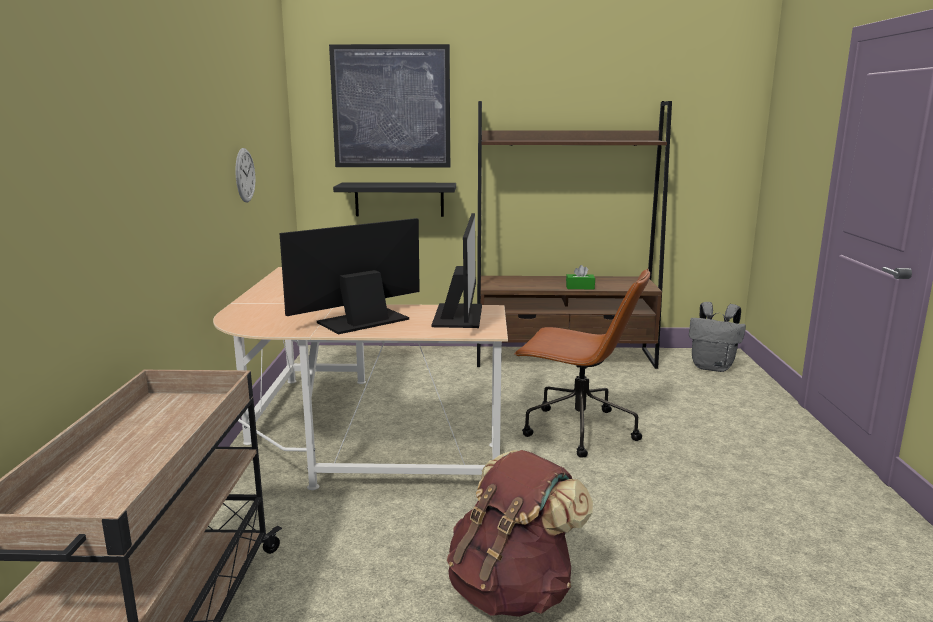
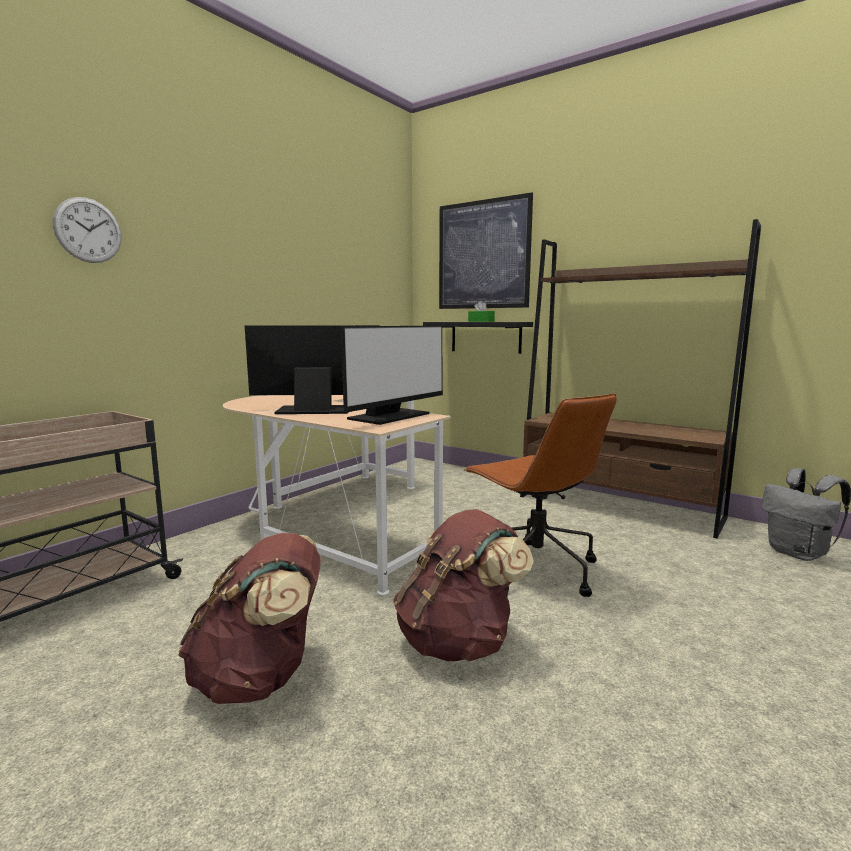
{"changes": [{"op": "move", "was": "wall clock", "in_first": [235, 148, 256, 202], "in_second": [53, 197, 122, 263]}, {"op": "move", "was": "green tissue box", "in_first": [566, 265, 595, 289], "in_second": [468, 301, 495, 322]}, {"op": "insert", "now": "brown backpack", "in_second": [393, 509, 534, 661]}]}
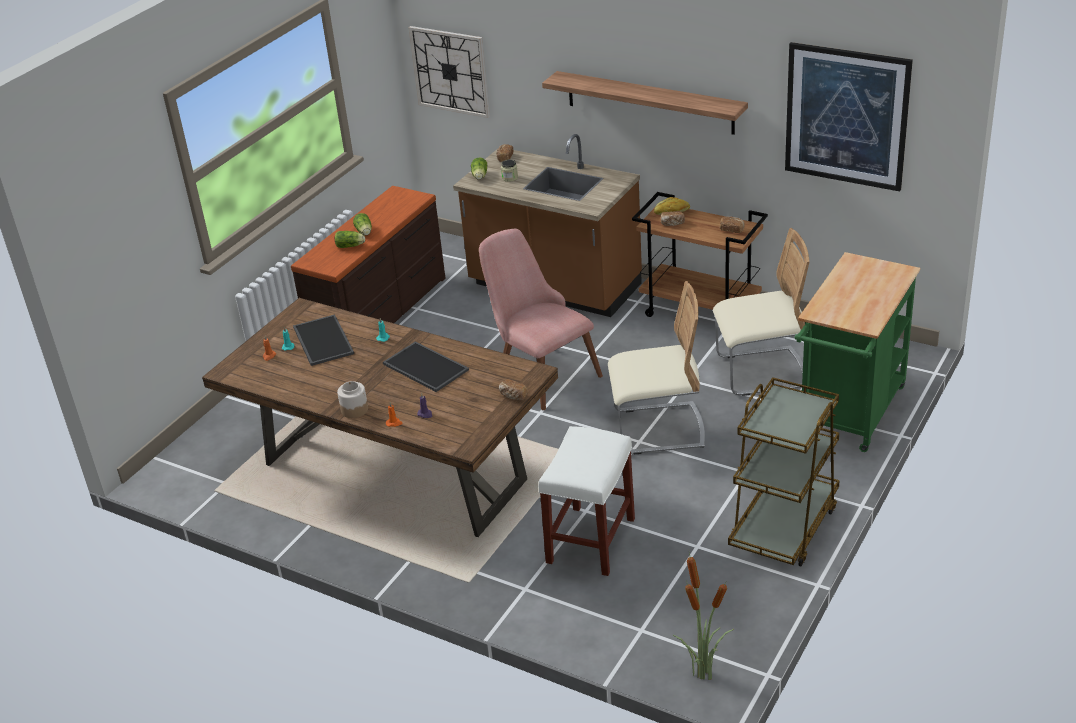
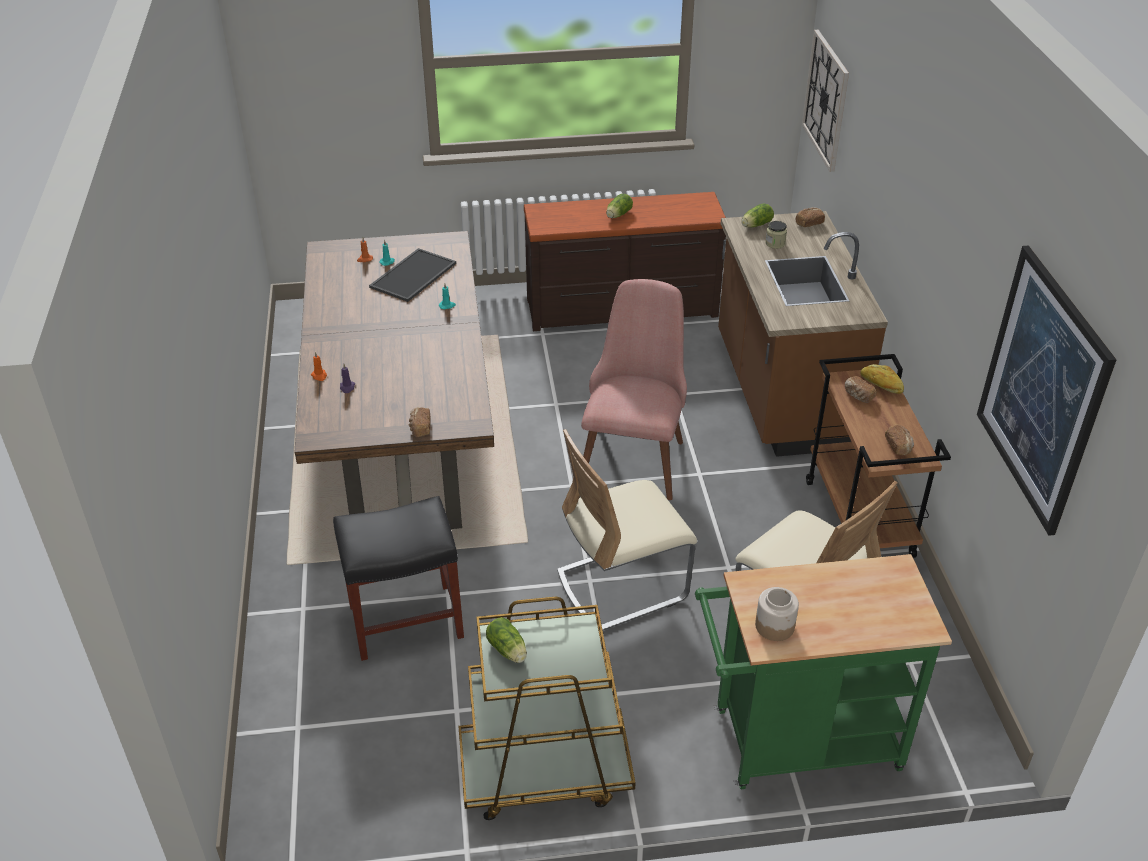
{"changes": [{"op": "delete", "was": "shelf", "in_first": [542, 71, 748, 135]}, {"op": "move", "was": "lettuce", "in_first": [335, 231, 365, 248], "in_second": [486, 617, 527, 663]}, {"op": "rotate", "was": "beige chair", "in_first": [608, 281, 705, 455], "in_second": [557, 429, 697, 630], "clockwise": 105}, {"op": "delete", "was": "tray", "in_first": [383, 341, 469, 392]}, {"op": "move", "was": "jar", "in_first": [337, 381, 368, 418], "in_second": [755, 587, 799, 641]}, {"op": "recolor", "was": "white stool", "now": "black stool", "in_first": [538, 426, 635, 576], "in_second": [333, 496, 464, 661]}, {"op": "delete", "was": "potted plant", "in_first": [673, 549, 734, 680]}]}
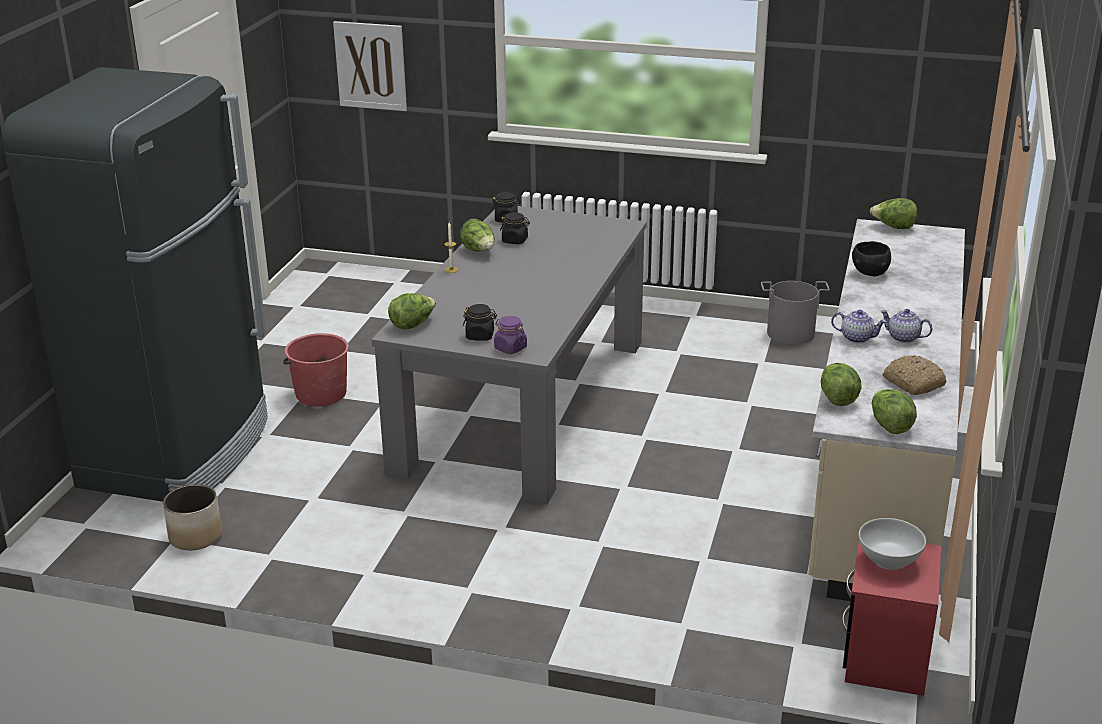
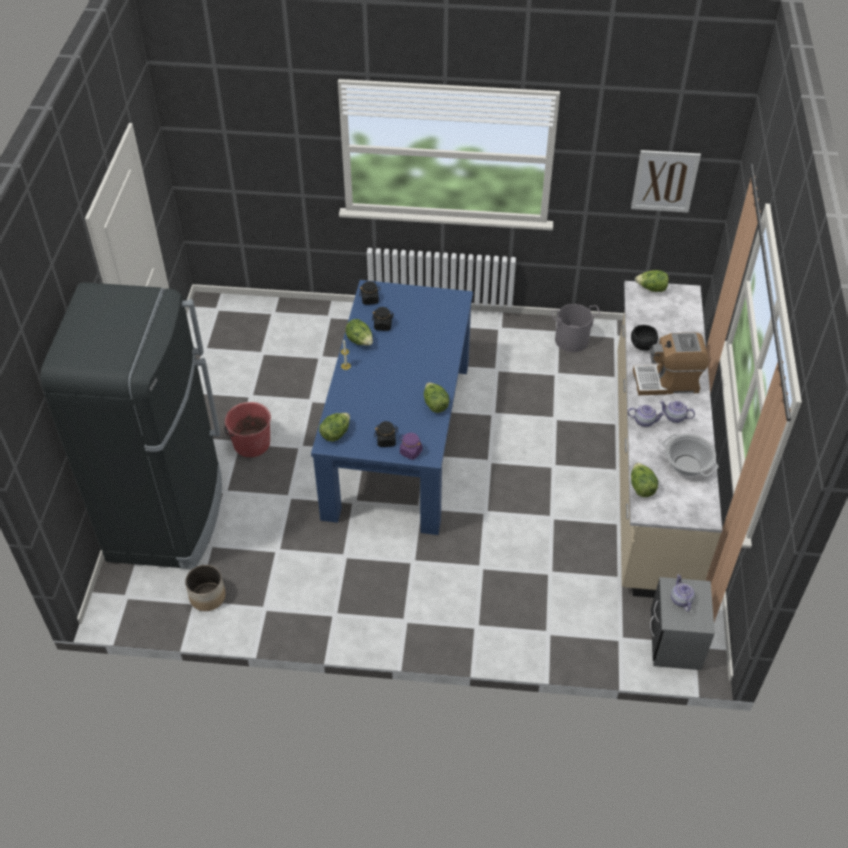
{"changes": [{"op": "move", "was": "picture", "in_first": [333, 21, 407, 111], "in_second": [631, 150, 701, 213]}, {"op": "recolor", "was": "grey dining table", "now": "blue dining table", "in_first": [371, 206, 647, 504], "in_second": [311, 280, 473, 535]}, {"op": "replace", "was": "bread", "now": "cooking pot", "in_first": [882, 355, 947, 395], "in_second": [662, 434, 719, 477]}, {"op": "move", "was": "lettuce", "in_first": [872, 389, 917, 434], "in_second": [424, 382, 449, 413]}, {"op": "replace", "was": "white bowl", "now": "teapot", "in_first": [859, 518, 926, 570], "in_second": [671, 574, 695, 612]}, {"op": "recolor", "was": "red nightstand", "now": "grey nightstand", "in_first": [842, 541, 941, 696], "in_second": [650, 577, 715, 670]}, {"op": "insert", "now": "coffee machine", "in_second": [633, 332, 709, 395]}]}
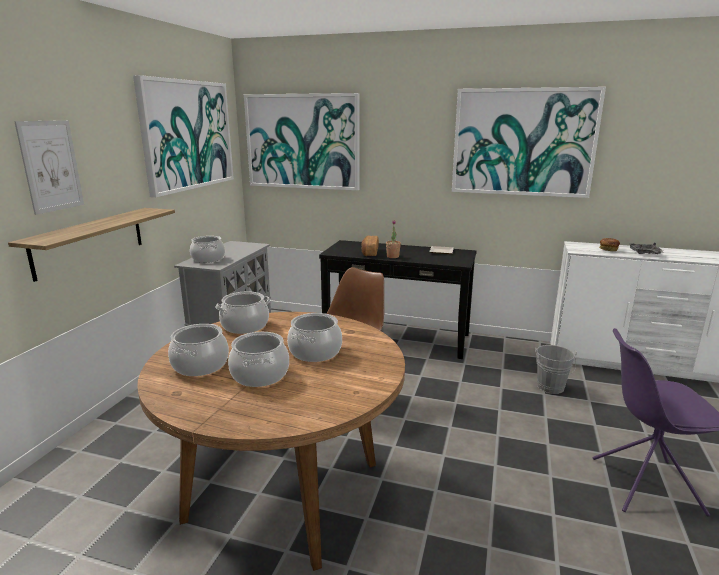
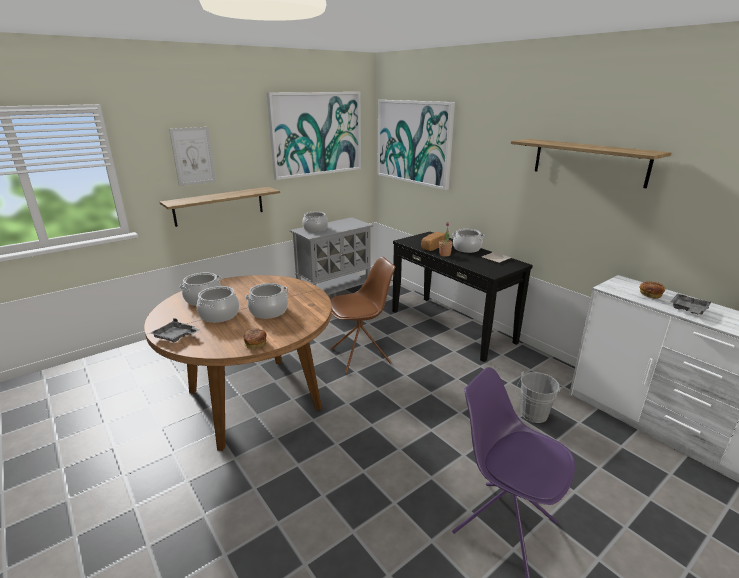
{"changes": [{"op": "replace", "was": "picture", "now": "shelf", "in_first": [452, 87, 606, 198], "in_second": [511, 139, 671, 188]}, {"op": "move", "was": "cooking pot", "in_first": [215, 291, 270, 334], "in_second": [452, 229, 485, 253]}, {"op": "insert", "now": "grey tray", "in_second": [151, 318, 199, 342]}, {"op": "insert", "now": "bread", "in_second": [243, 329, 266, 349]}]}
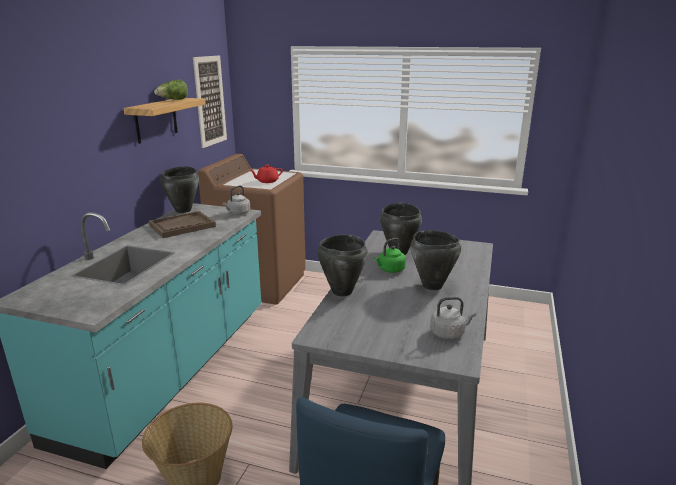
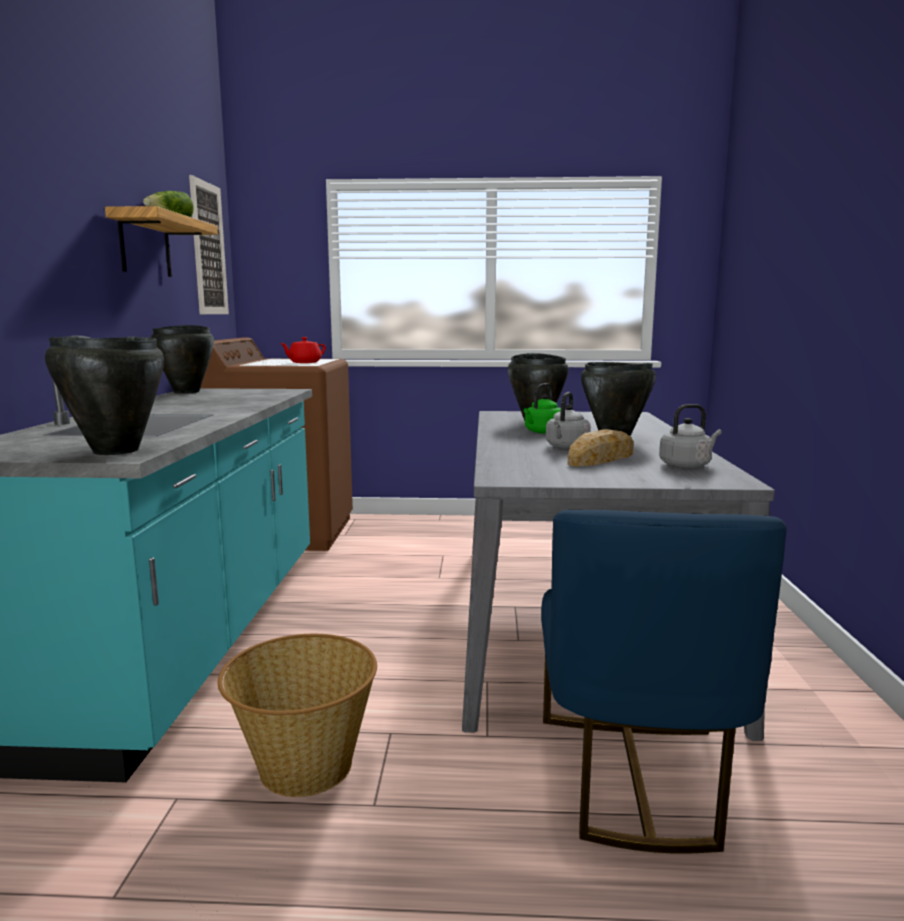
{"changes": [{"op": "move", "was": "grey kettle", "in_first": [222, 186, 250, 215], "in_second": [546, 392, 591, 449]}, {"op": "delete", "was": "brown tray", "in_first": [149, 211, 216, 238]}, {"op": "move", "was": "black cooking pot", "in_first": [317, 235, 368, 296], "in_second": [45, 336, 164, 455]}, {"op": "insert", "now": "bread", "in_second": [568, 429, 634, 467]}]}
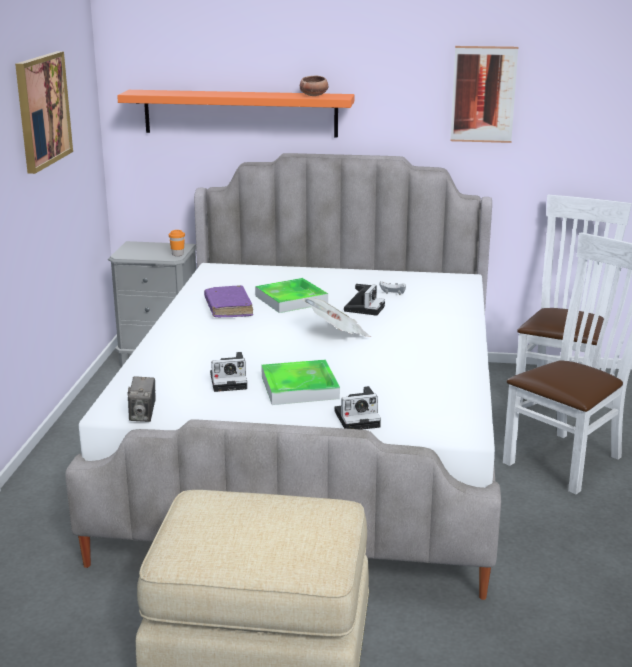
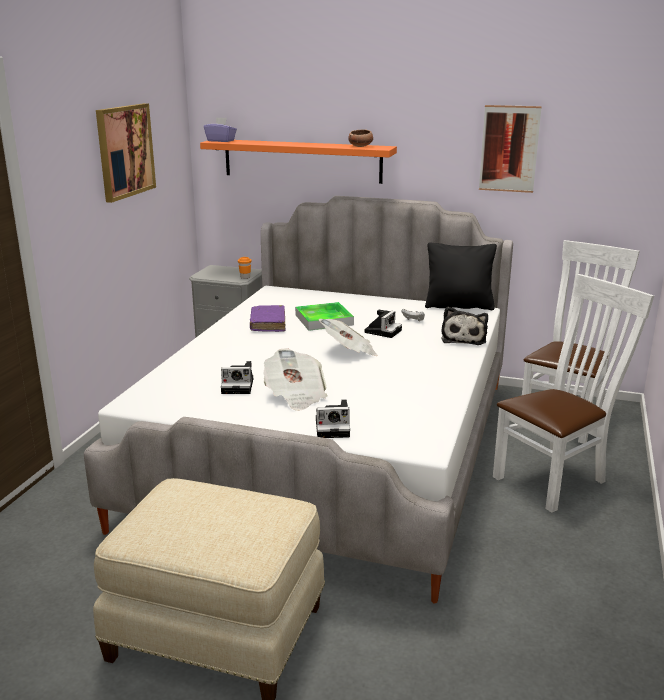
{"changes": [{"op": "replace", "was": "tray", "now": "newspaper", "in_first": [261, 359, 340, 405], "in_second": [264, 348, 327, 411]}, {"op": "delete", "was": "photo camera", "in_first": [127, 376, 155, 422]}, {"op": "insert", "now": "purple tissue box", "in_second": [204, 117, 237, 142]}, {"op": "insert", "now": "black pillow", "in_second": [425, 242, 497, 310]}, {"op": "insert", "now": "plush toy", "in_second": [441, 307, 488, 345]}]}
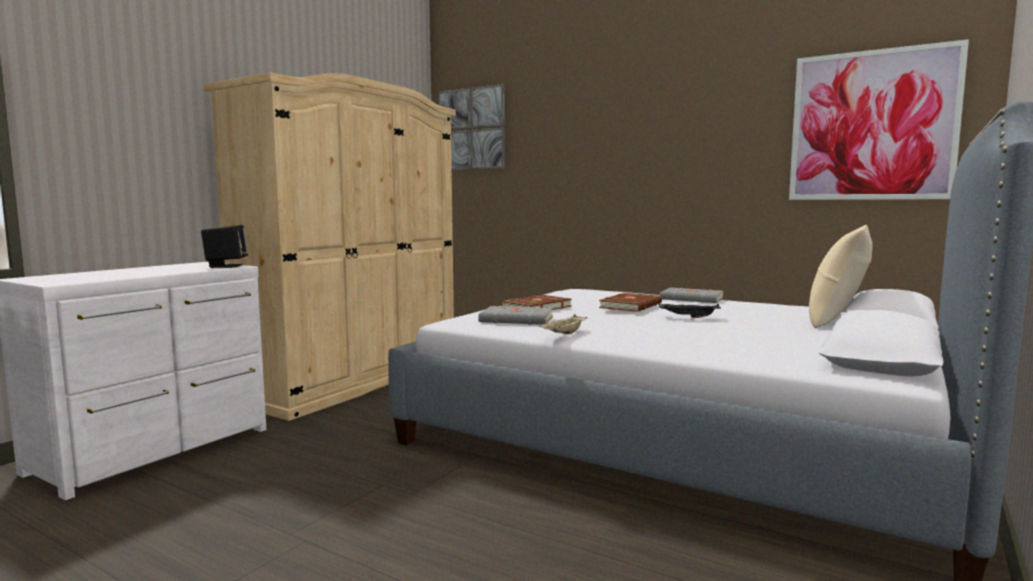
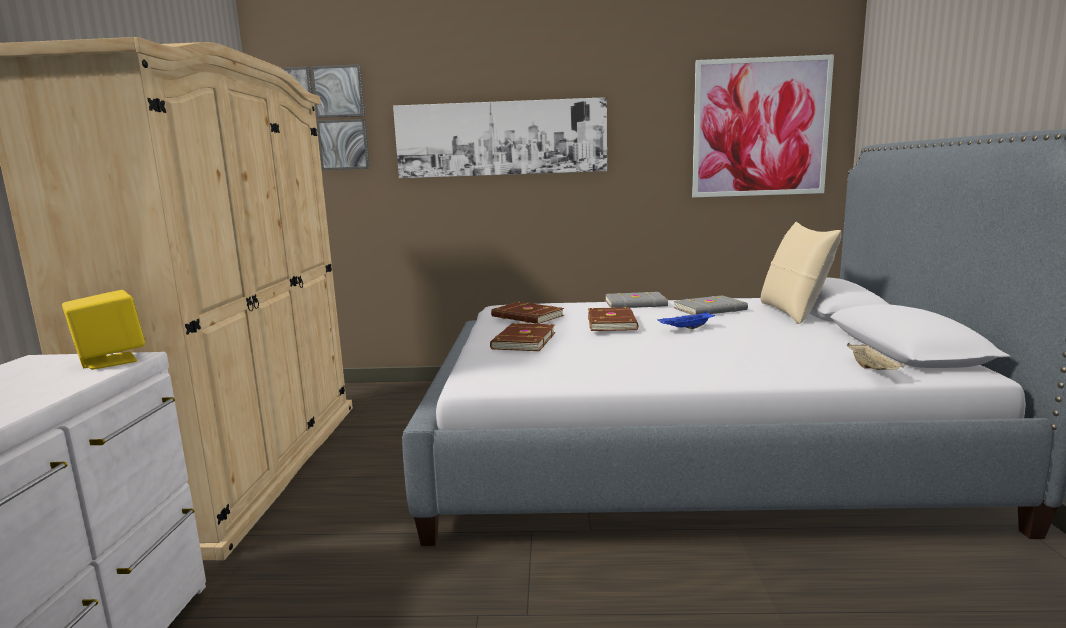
{"changes": [{"op": "recolor", "was": "black speaker", "now": "yellow speaker", "in_first": [201, 225, 248, 268], "in_second": [62, 290, 145, 370]}, {"op": "recolor", "was": "black tray", "now": "blue tray", "in_first": [658, 304, 721, 318], "in_second": [658, 311, 715, 329]}, {"op": "move", "was": "grey book", "in_first": [478, 306, 553, 325], "in_second": [673, 295, 748, 315]}, {"op": "move", "was": "beige tray", "in_first": [538, 314, 588, 334], "in_second": [847, 343, 904, 370]}, {"op": "insert", "now": "picture", "in_second": [393, 97, 607, 178]}, {"op": "insert", "now": "brown book", "in_second": [491, 302, 564, 324]}]}
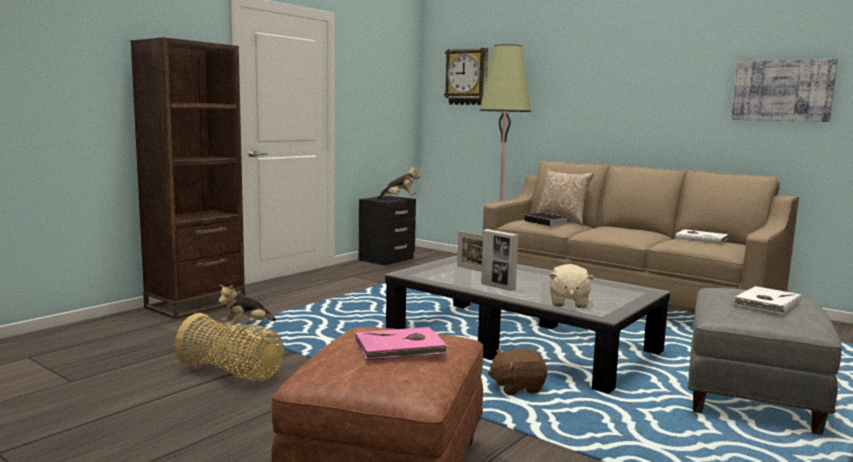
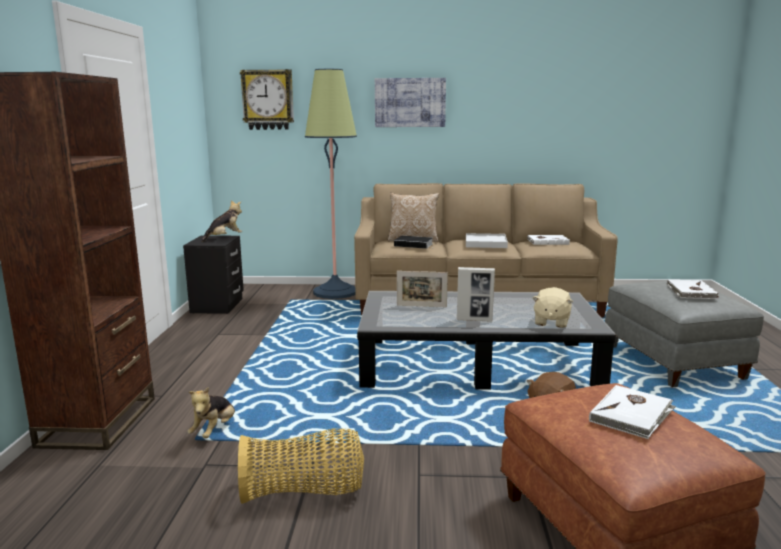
{"changes": [{"op": "move", "was": "picture", "in_first": [731, 59, 838, 122], "in_second": [375, 78, 446, 127]}, {"op": "rotate", "was": "beige plush toy", "in_first": [549, 264, 594, 308], "in_second": [532, 287, 573, 328], "clockwise": 45}, {"op": "recolor", "was": "pink book", "now": "white book", "in_first": [356, 327, 449, 362], "in_second": [589, 385, 676, 439]}, {"op": "insert", "now": "white tray", "in_second": [466, 233, 508, 248]}]}
